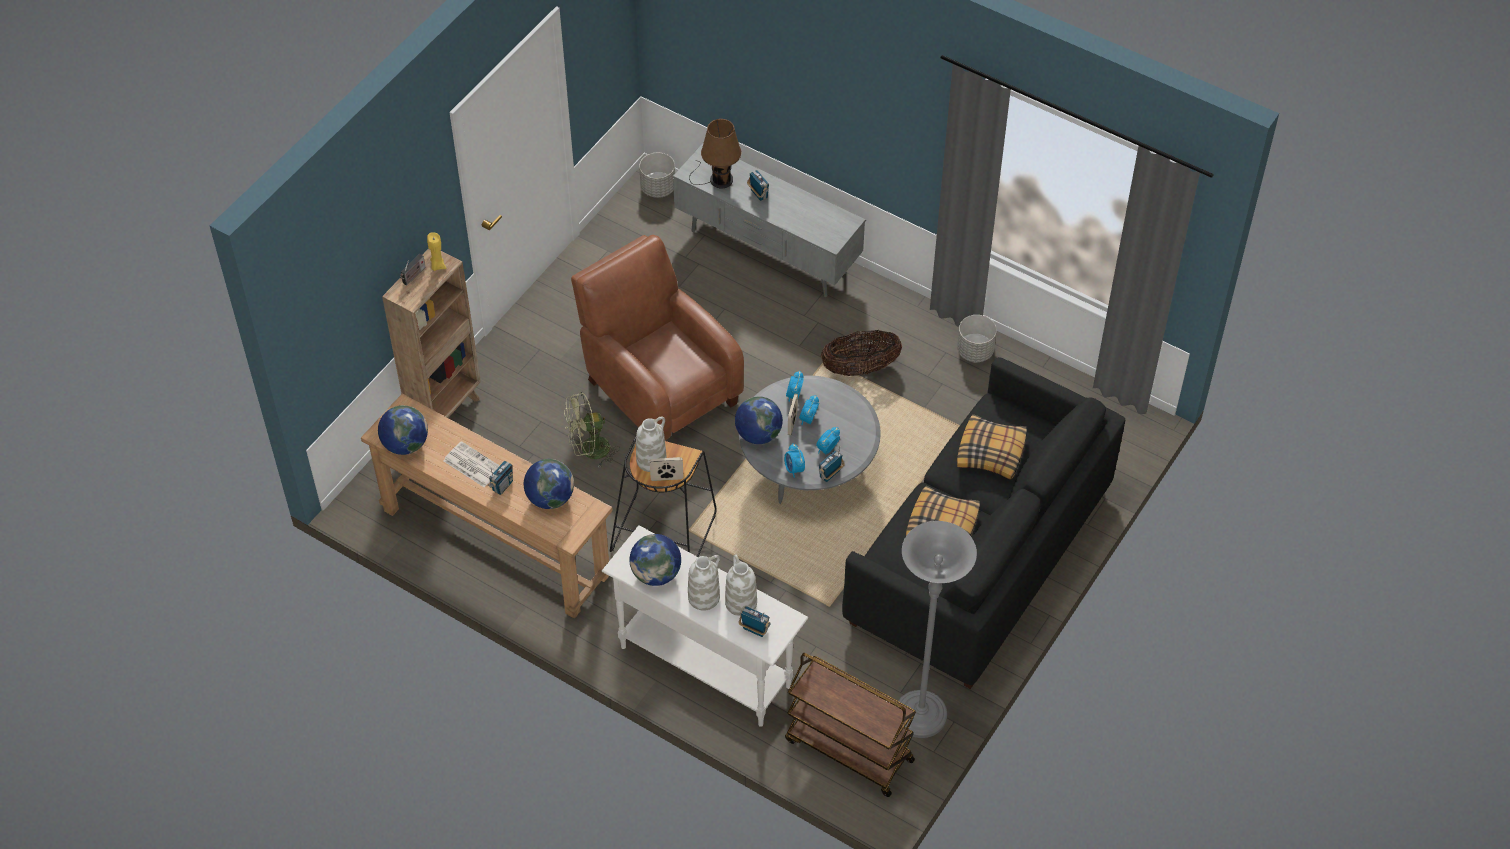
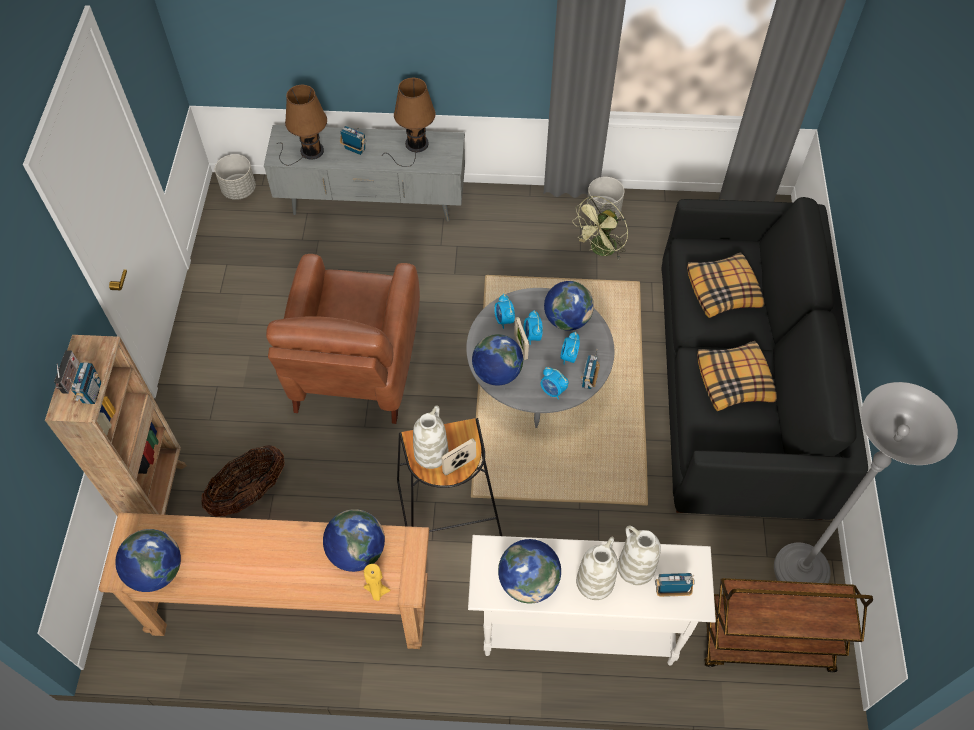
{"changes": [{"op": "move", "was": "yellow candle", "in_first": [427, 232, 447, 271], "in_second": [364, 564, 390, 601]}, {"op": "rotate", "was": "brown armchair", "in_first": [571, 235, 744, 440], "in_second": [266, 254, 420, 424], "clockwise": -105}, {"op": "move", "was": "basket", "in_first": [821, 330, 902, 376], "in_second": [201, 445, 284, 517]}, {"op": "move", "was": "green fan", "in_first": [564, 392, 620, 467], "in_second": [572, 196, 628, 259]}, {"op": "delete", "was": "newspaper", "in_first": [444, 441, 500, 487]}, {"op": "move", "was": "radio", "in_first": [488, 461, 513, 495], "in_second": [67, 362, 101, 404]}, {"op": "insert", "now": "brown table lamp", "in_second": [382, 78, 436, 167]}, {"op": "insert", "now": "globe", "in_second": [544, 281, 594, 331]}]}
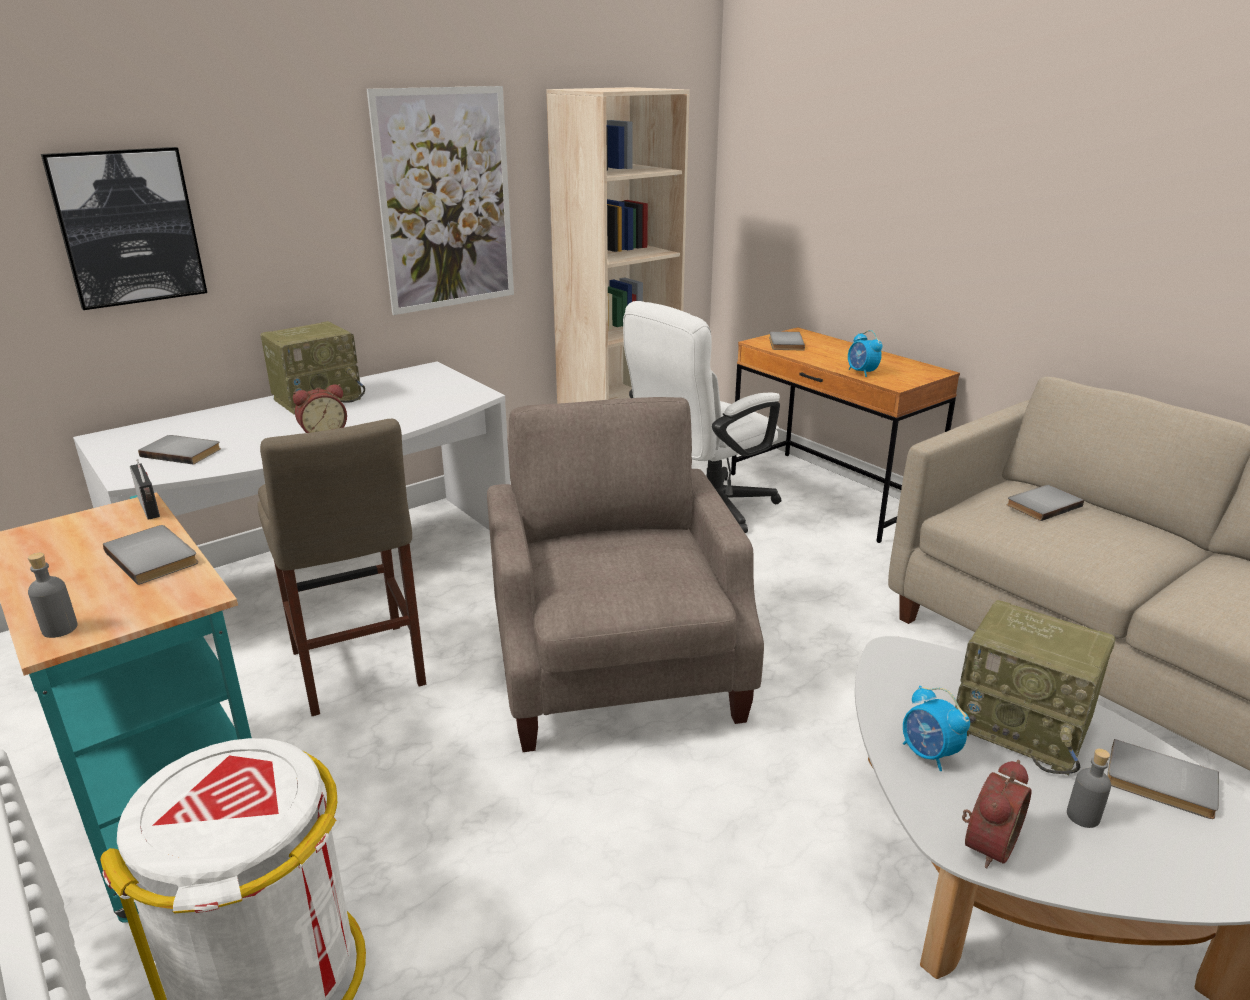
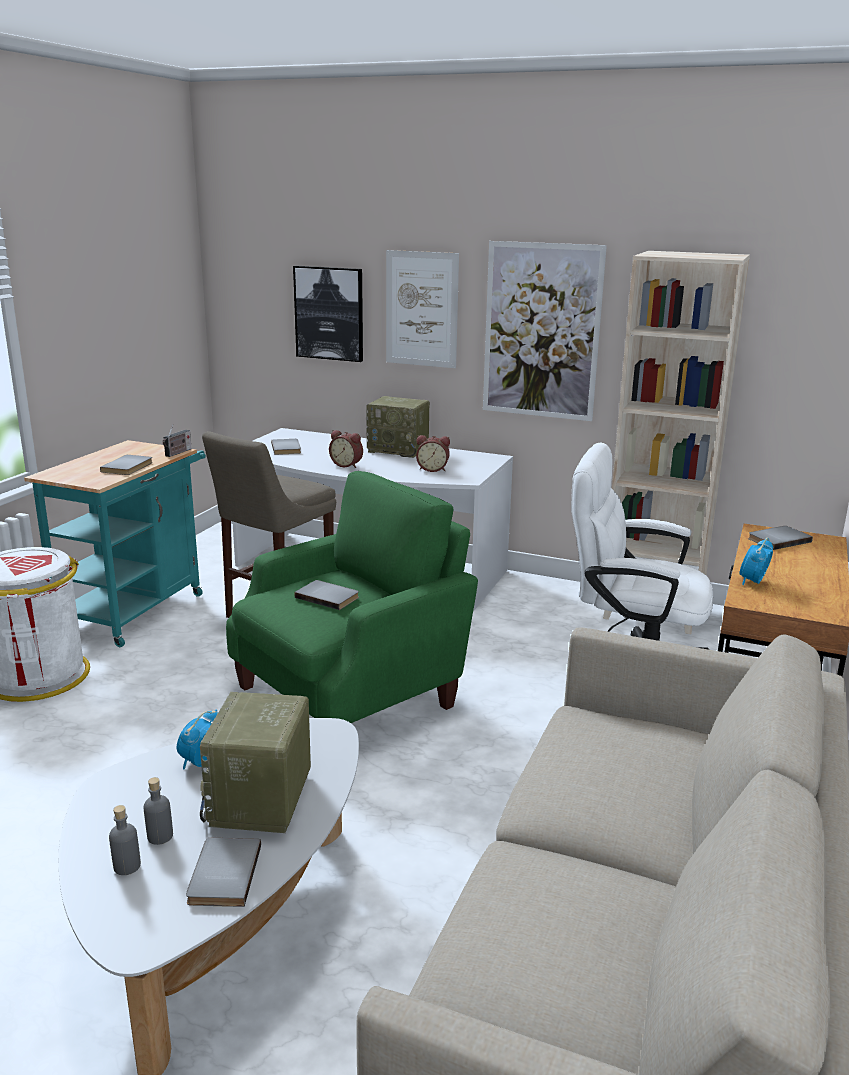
{"changes": [{"op": "recolor", "was": "beige armchair", "now": "green armchair", "in_first": [487, 397, 764, 752], "in_second": [226, 471, 478, 723]}, {"op": "move", "was": "grey book", "in_first": [1007, 485, 1084, 521], "in_second": [295, 580, 359, 610]}, {"op": "move", "was": "grey bottle", "in_first": [28, 553, 78, 638], "in_second": [109, 805, 141, 875]}, {"op": "move", "was": "alarm clock", "in_first": [962, 760, 1031, 868], "in_second": [416, 435, 450, 472]}, {"op": "insert", "now": "picture", "in_second": [386, 250, 459, 368]}]}
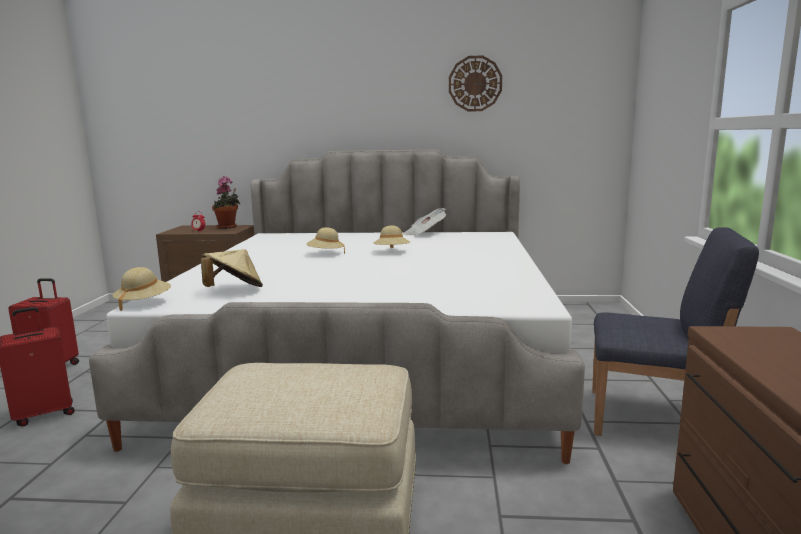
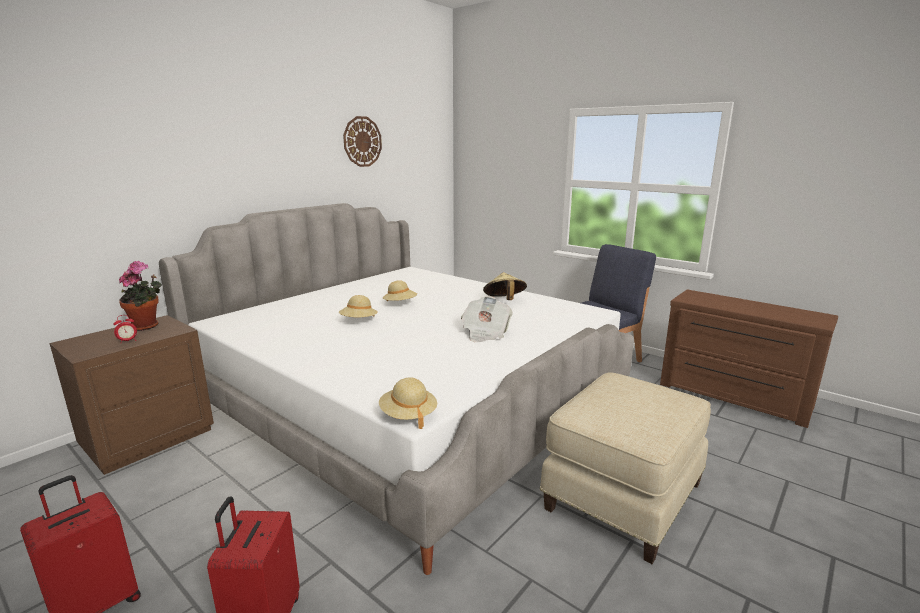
{"changes": [{"op": "move", "was": "newspaper", "in_first": [403, 208, 446, 235], "in_second": [461, 296, 513, 342]}, {"op": "move", "was": "beige hat", "in_first": [201, 249, 263, 287], "in_second": [483, 272, 527, 300]}]}
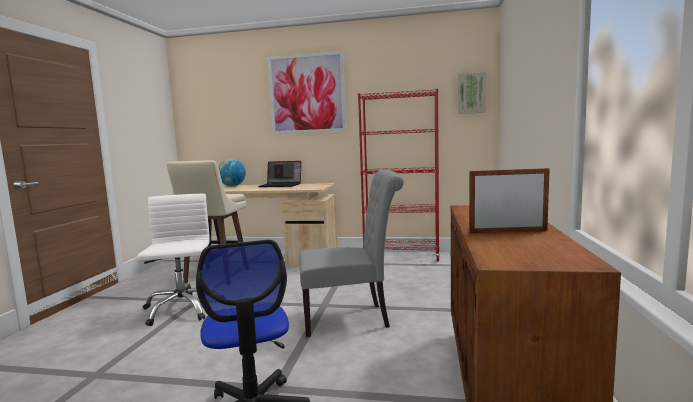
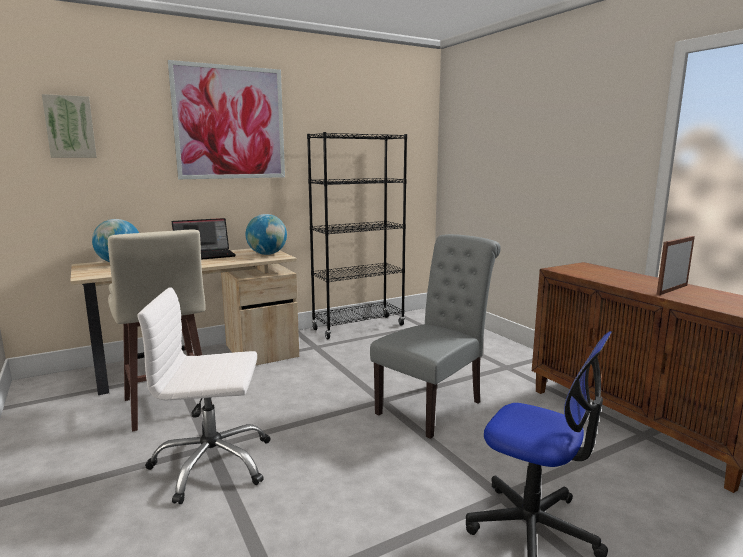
{"changes": [{"op": "move", "was": "picture", "in_first": [458, 72, 486, 114], "in_second": [42, 94, 97, 158]}, {"op": "recolor", "was": "red bookcase", "now": "black bookcase", "in_first": [358, 89, 440, 261], "in_second": [307, 132, 407, 339]}, {"op": "rotate", "was": "white office chair", "in_first": [137, 194, 210, 326], "in_second": [137, 288, 270, 504], "clockwise": -45}, {"op": "insert", "now": "globe", "in_second": [246, 214, 287, 255]}]}
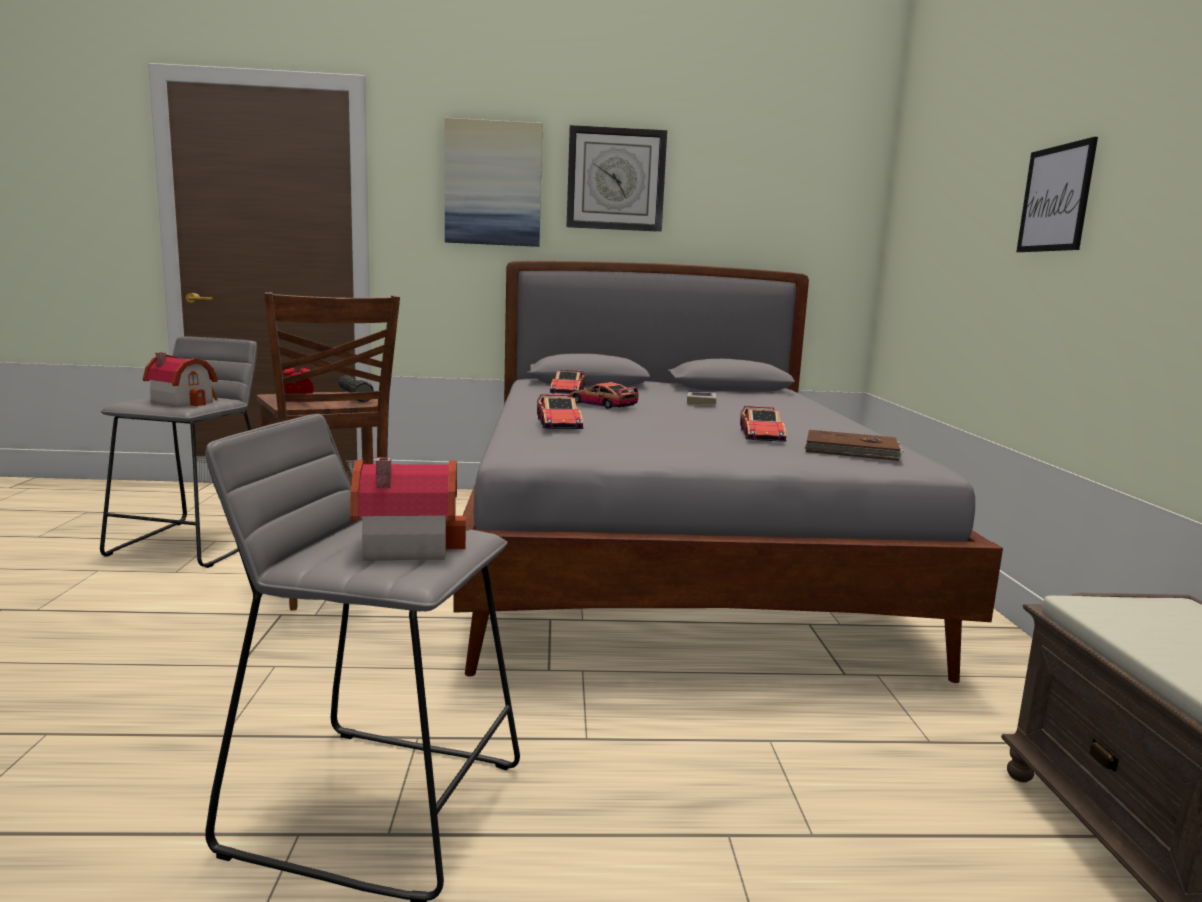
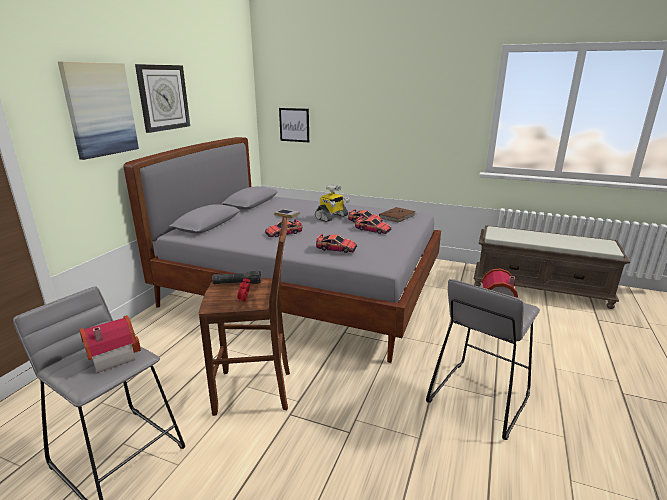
{"changes": [{"op": "move", "was": "picture", "in_first": [1016, 137, 1098, 252], "in_second": [279, 108, 309, 142]}, {"op": "move", "was": "toy car", "in_first": [549, 370, 585, 394], "in_second": [355, 216, 392, 234]}, {"op": "insert", "now": "toy robot", "in_second": [315, 184, 350, 222]}]}
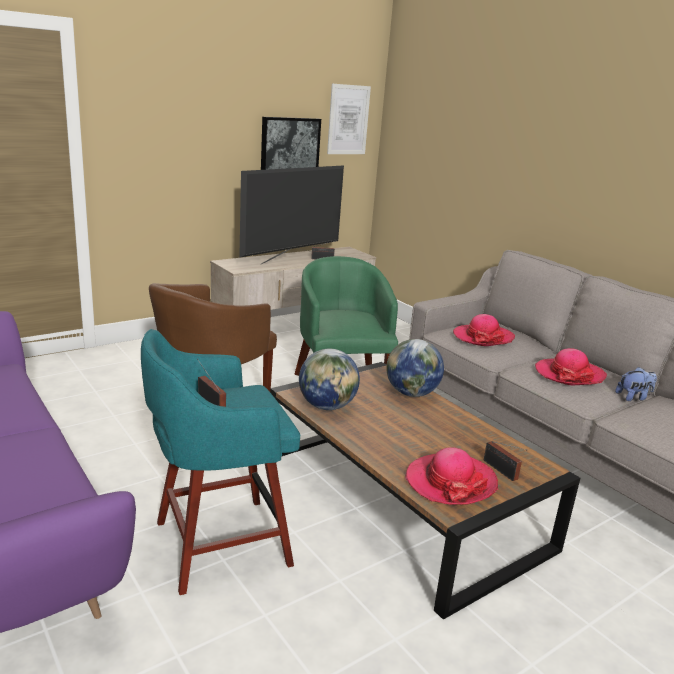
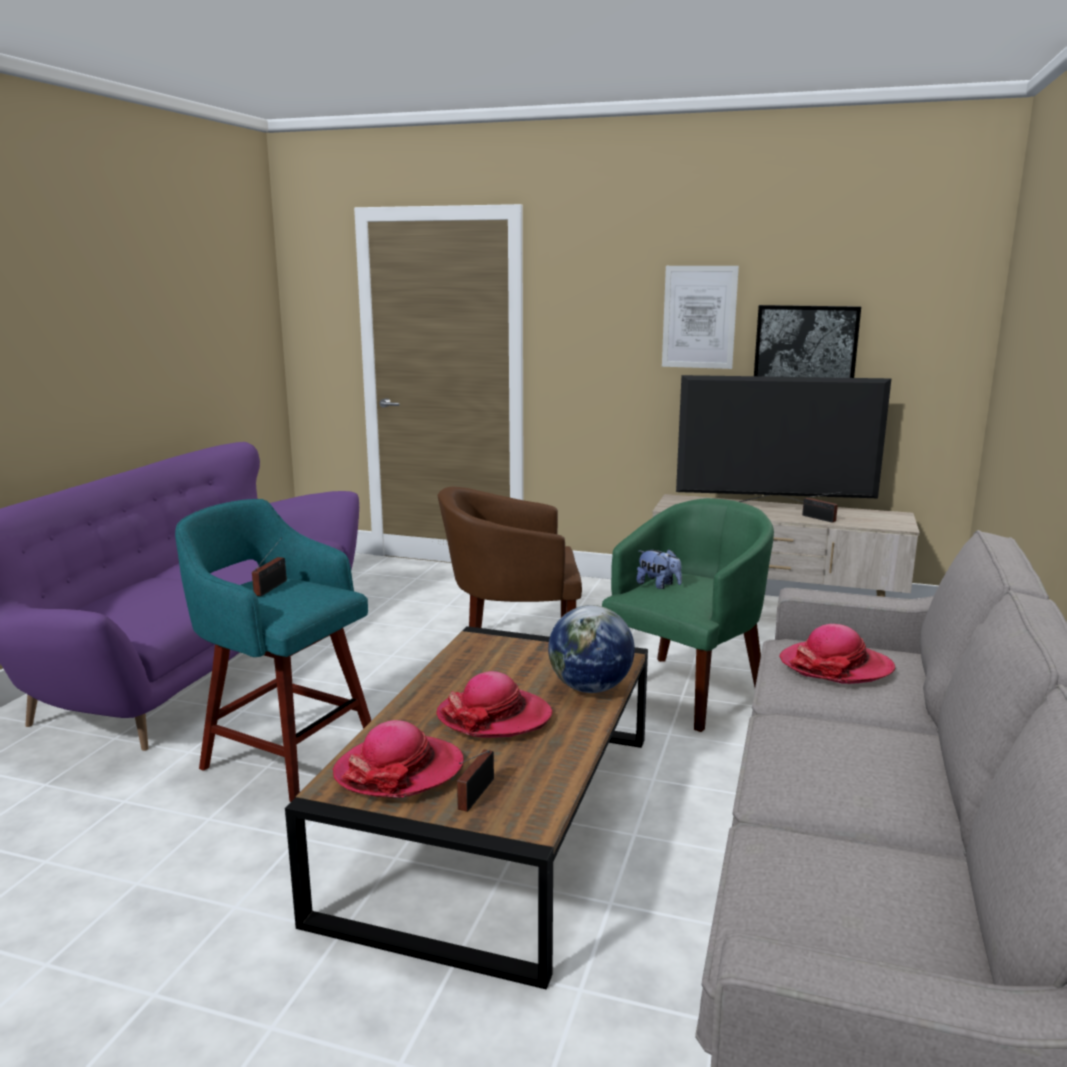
{"changes": [{"op": "move", "was": "picture", "in_first": [327, 84, 371, 154], "in_second": [662, 266, 739, 369]}, {"op": "move", "was": "hat", "in_first": [535, 348, 607, 385], "in_second": [436, 671, 553, 738]}, {"op": "delete", "was": "globe", "in_first": [299, 349, 360, 410]}, {"op": "move", "was": "plush toy", "in_first": [615, 367, 657, 401], "in_second": [636, 549, 682, 589]}]}
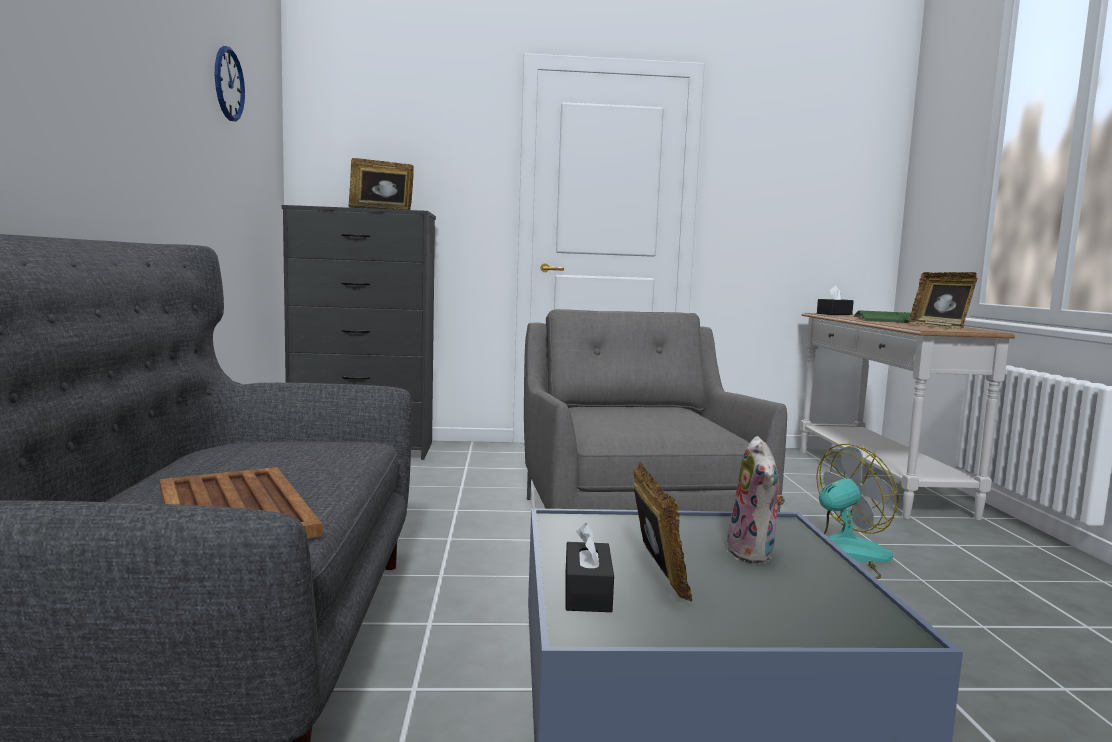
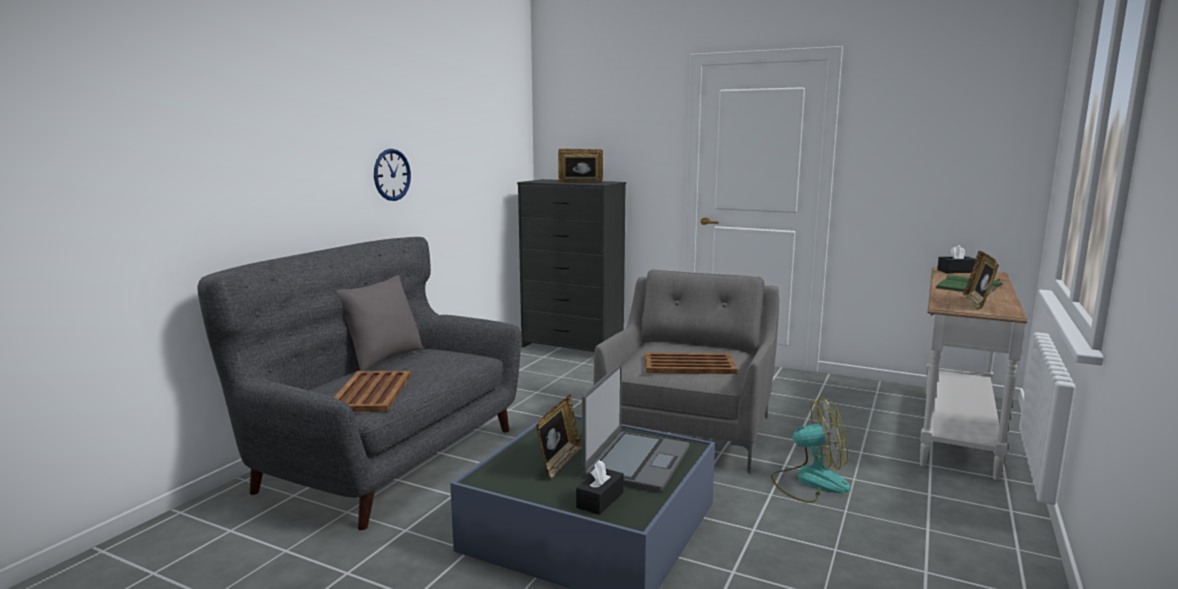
{"changes": [{"op": "move", "was": "wall clock", "in_first": [215, 46, 245, 121], "in_second": [374, 149, 411, 201]}, {"op": "replace", "was": "plush toy", "now": "laptop", "in_first": [727, 436, 785, 564], "in_second": [582, 363, 689, 492]}, {"op": "move", "was": "black tissue box", "in_first": [565, 523, 614, 612], "in_second": [576, 460, 624, 515]}, {"op": "insert", "now": "grey pillow", "in_second": [337, 275, 424, 371]}, {"op": "insert", "now": "brown tray", "in_second": [644, 352, 738, 374]}]}
